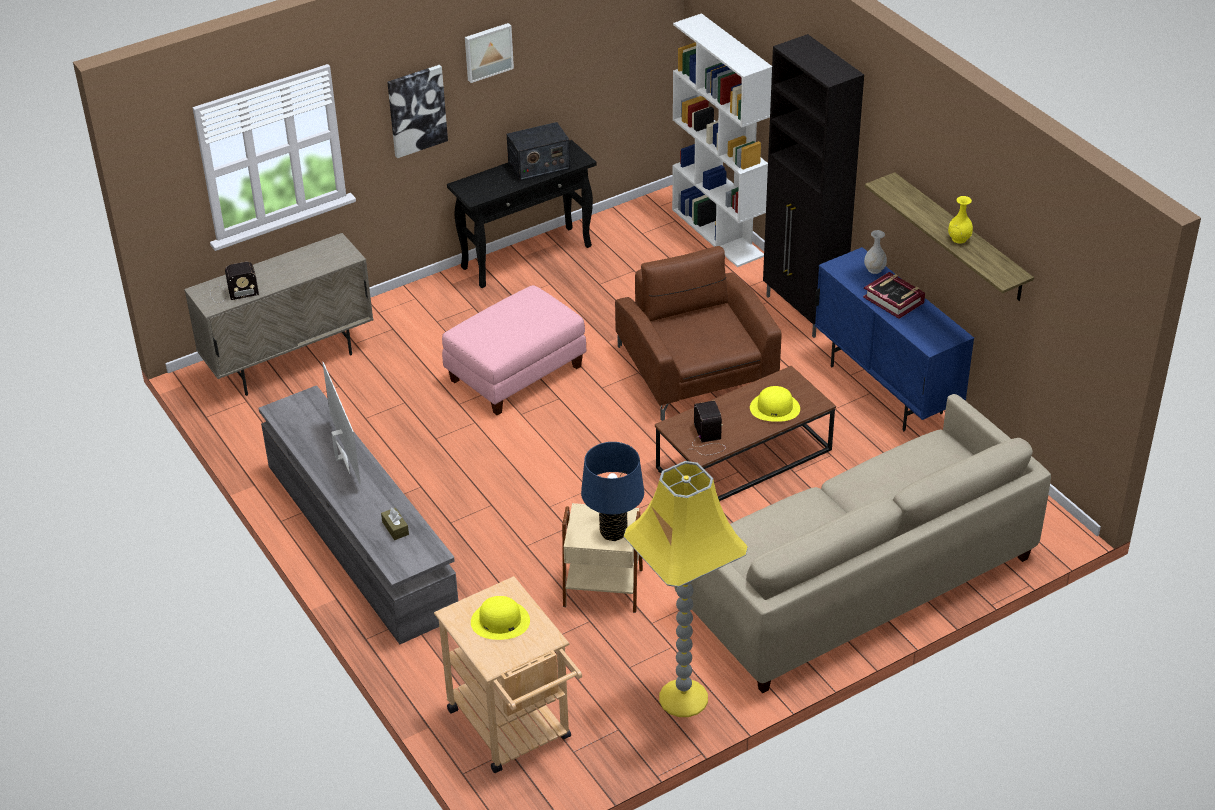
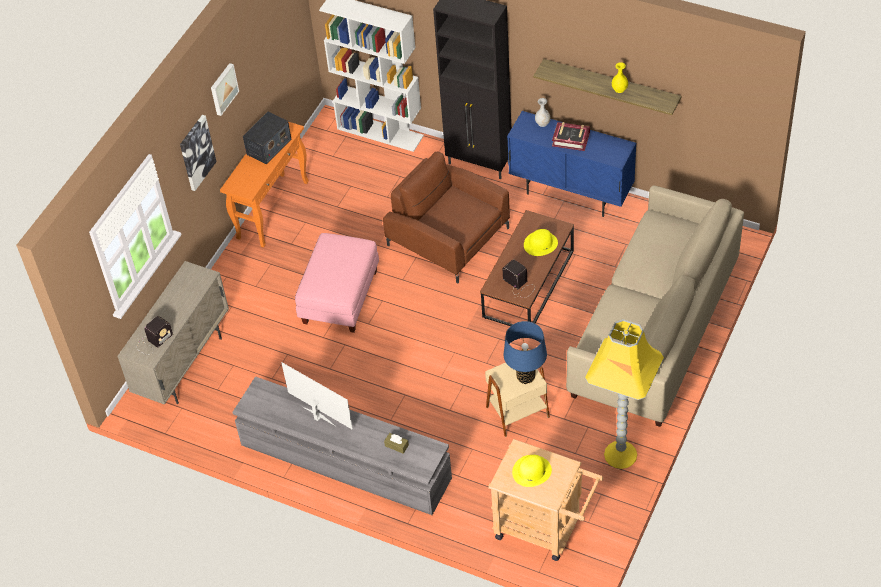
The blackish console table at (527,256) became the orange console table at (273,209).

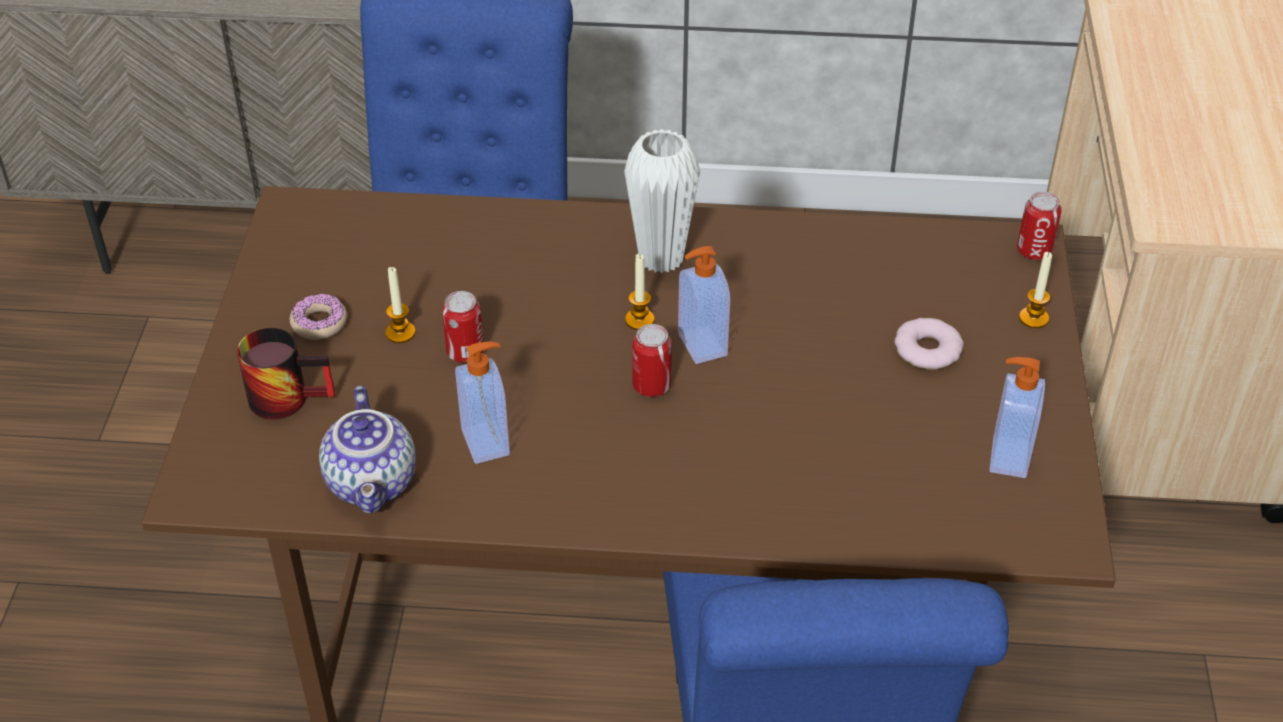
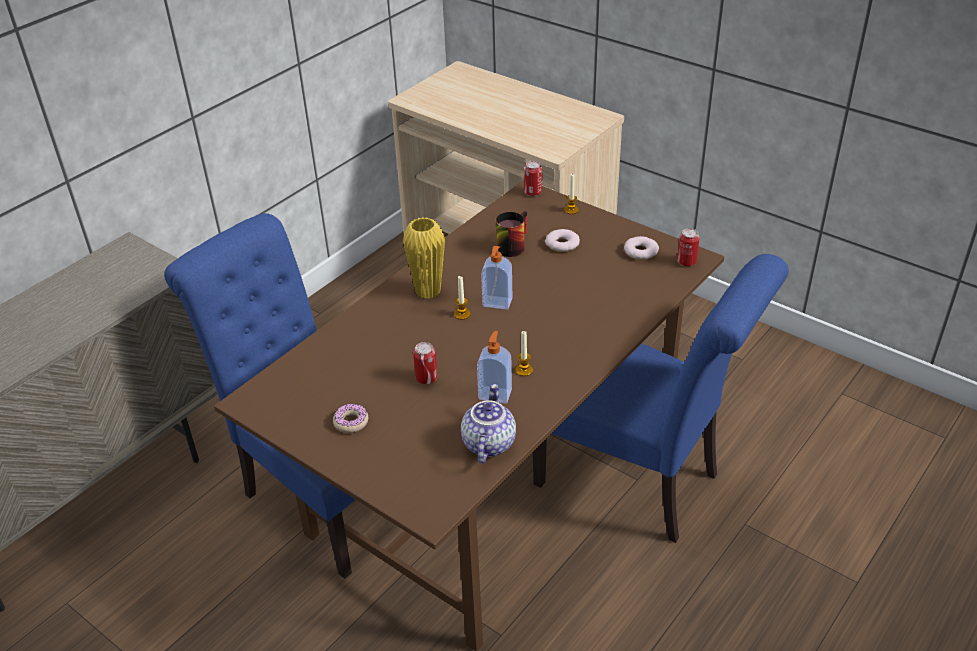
The tea mug moved from (289,394) to (511,245). The wax light moved from (400,333) to (524,370). The sealed can moved from (651,385) to (686,262). The soap dispenser at (1007,457) was replaced by the ring doughnut at (640,251). The white-coloured decorative vase at (661,258) became the yellow-coloured decorative vase at (428,291). The pot for tea at (374,483) turned 105 degrees counterclockwise.

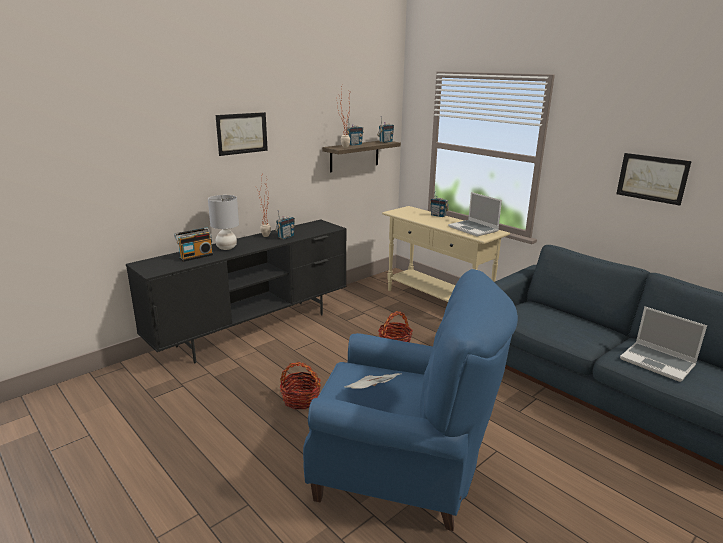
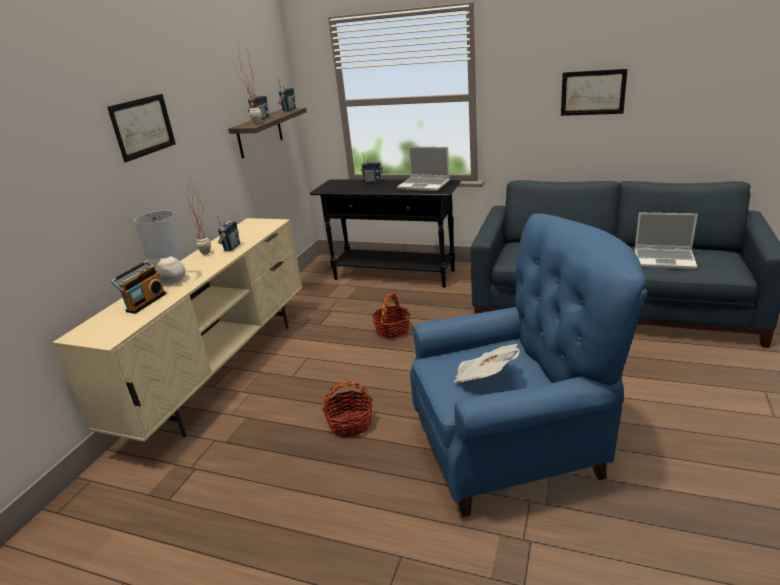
The blackish media console at (254,329) became the sand-coloured media console at (224,371). The sand-coloured console table at (437,302) became the blackish console table at (394,275).

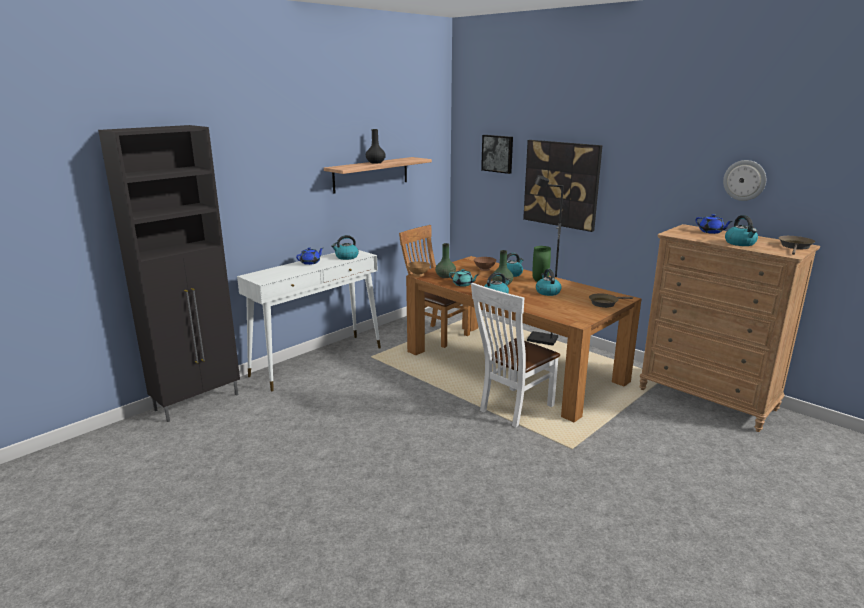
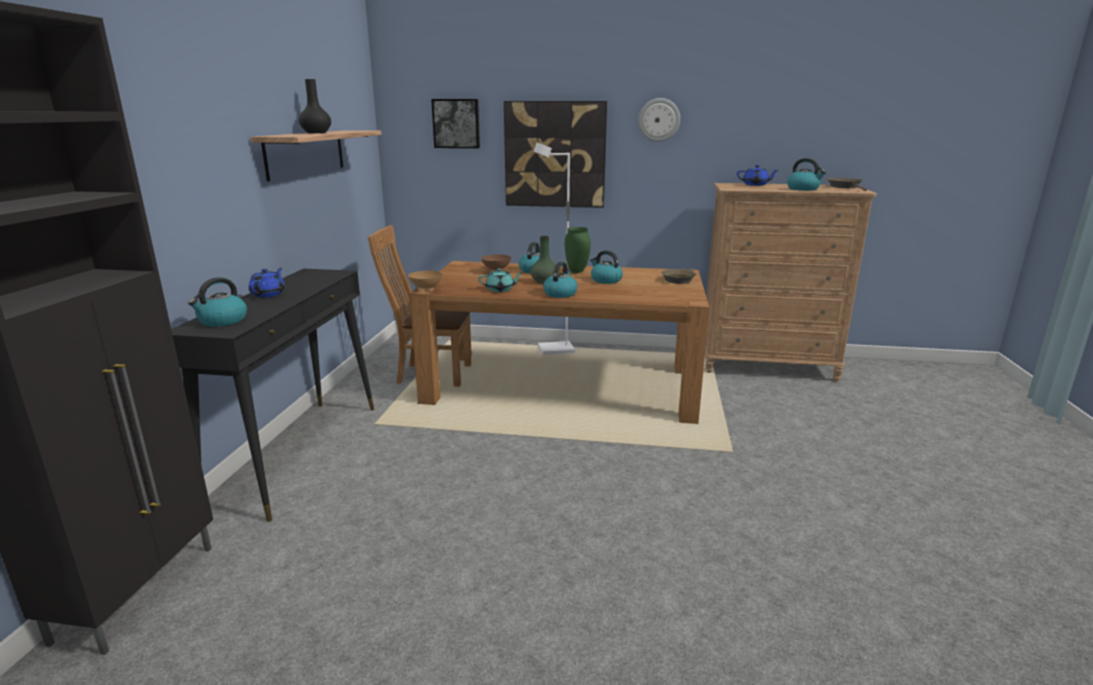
The green-coloured decorative vase at (445,276) disappeared. The white-coloured plain chair at (512,409) disappeared. The kettle moved from (346,257) to (222,321). The hanging clock moved from (744,180) to (659,120). The white-coloured console table at (318,361) became the blackish console table at (299,453). The blackish standard lamp at (541,340) became the white-coloured standard lamp at (555,350).

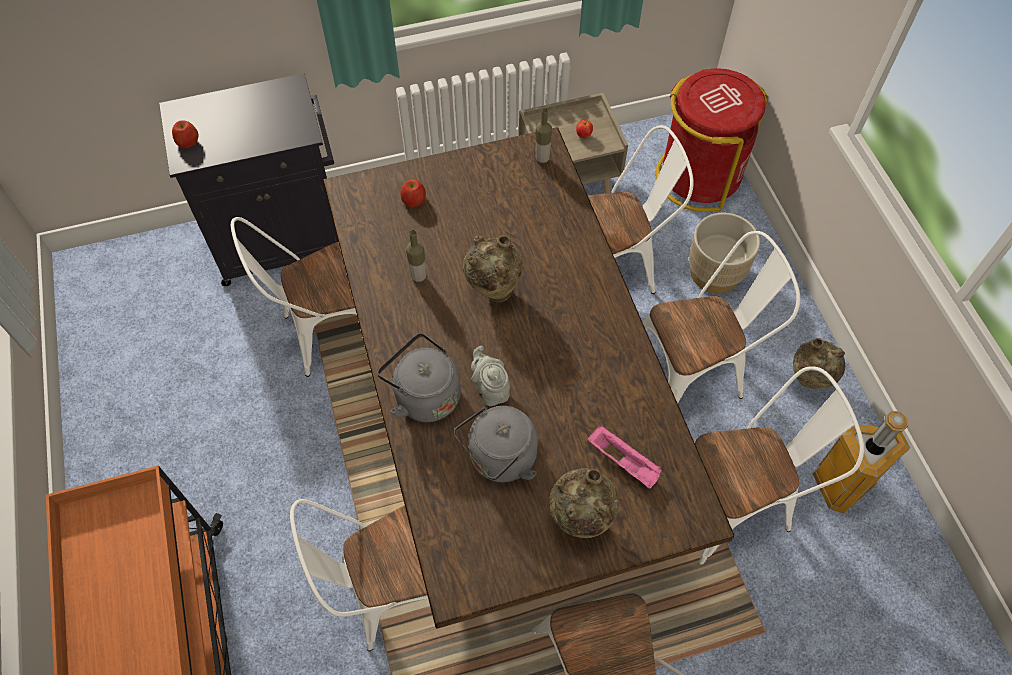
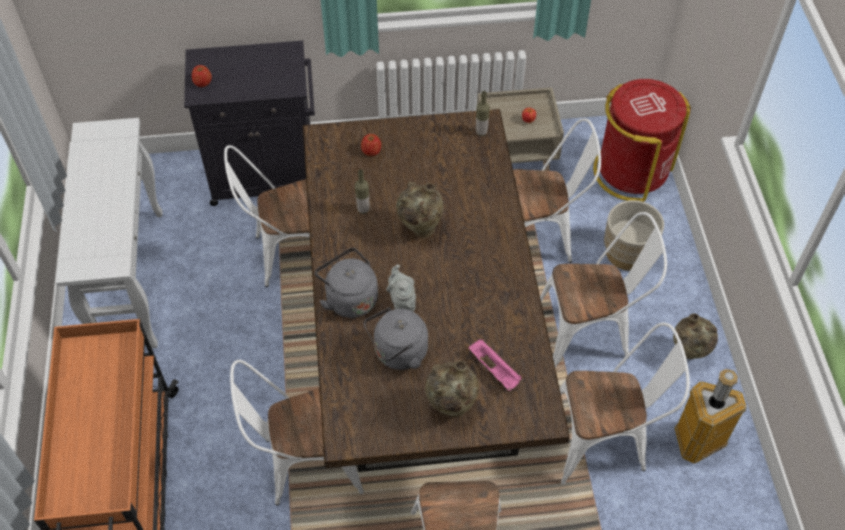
The white-coloured console table at (132,278) appeared.

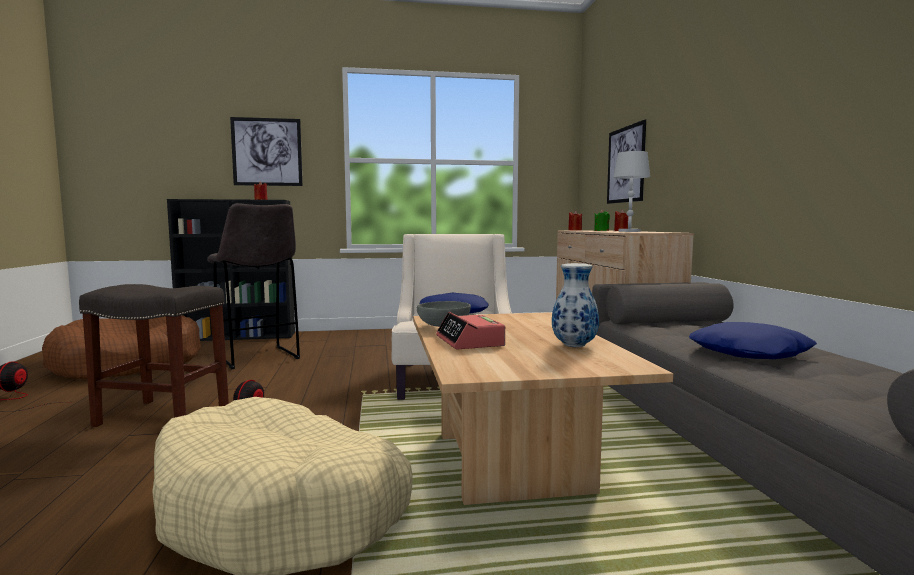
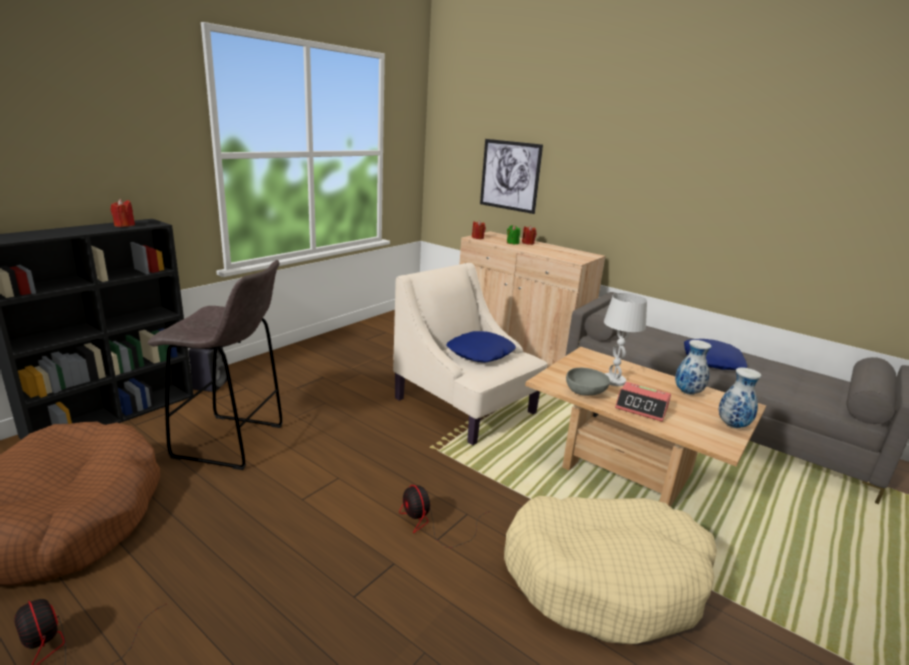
The greyish stool seat at (165,416) disappeared. The wall picture at (267,152) disappeared. The blackish audio speaker at (210,385) appeared. The decorative vase at (732,425) appeared. The white-coloured table lamp moved from (629,231) to (613,380).

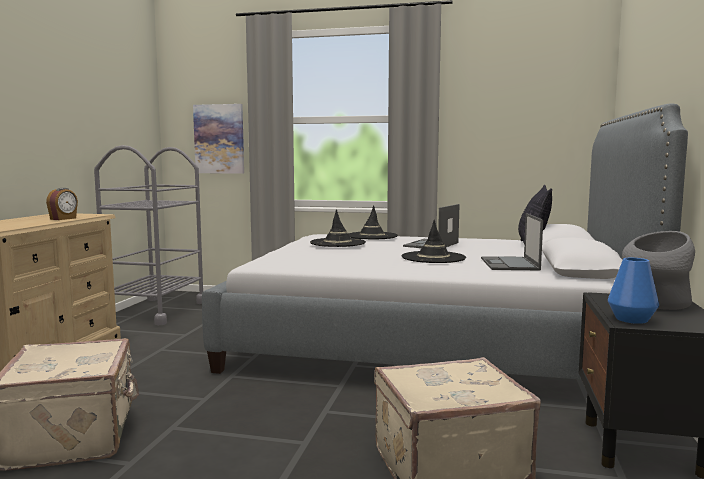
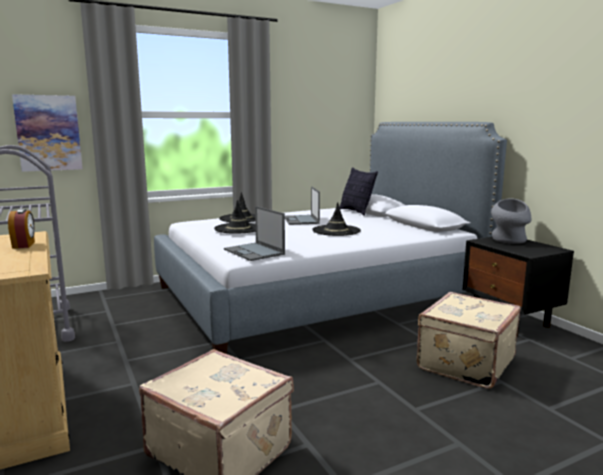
The blue-coloured decorative vase at (632,319) disappeared. The laptop moved from (510,264) to (254,252).

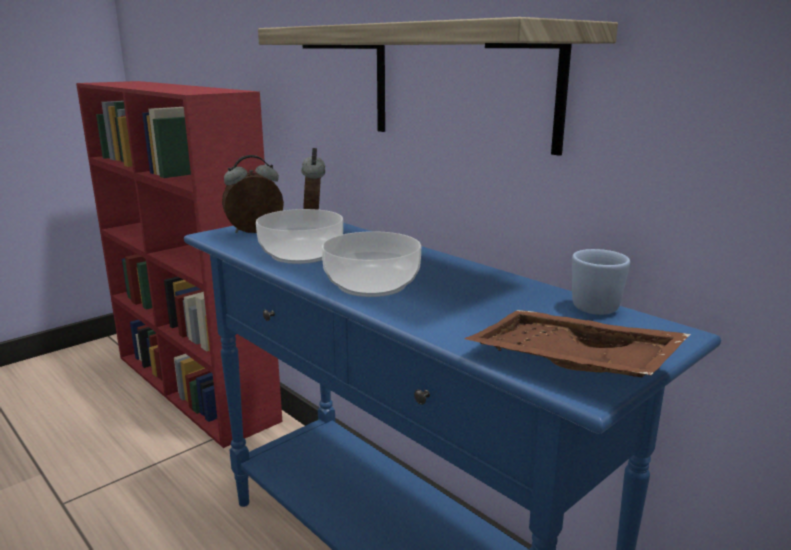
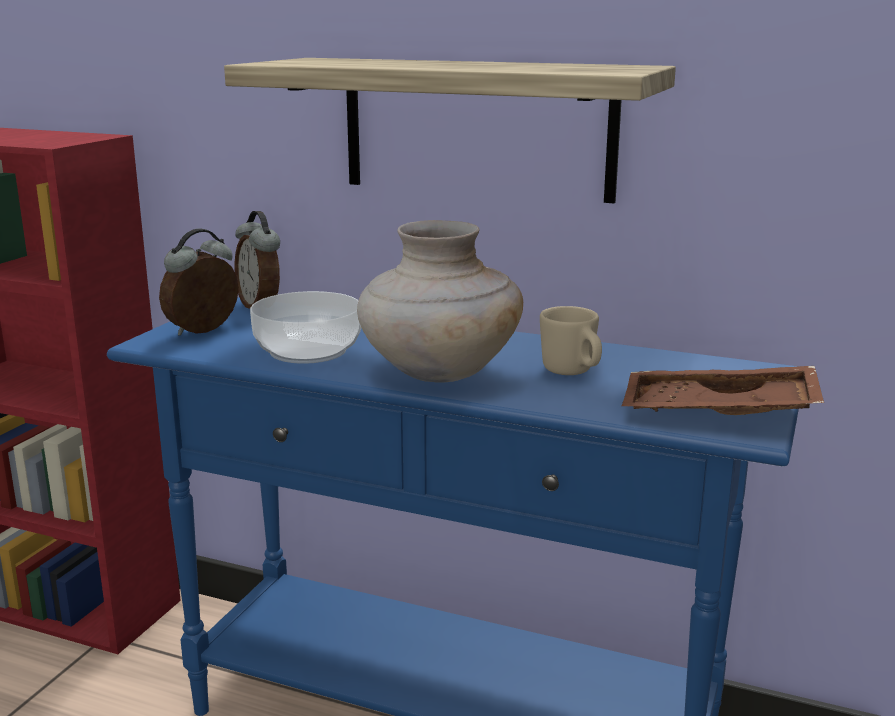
The blue-coloured tea mug at (598,305) disappeared. The sand-coloured tea mug at (573,373) appeared. The deep dish at (370,284) was replaced by the sand-coloured decorative vase at (438,372).

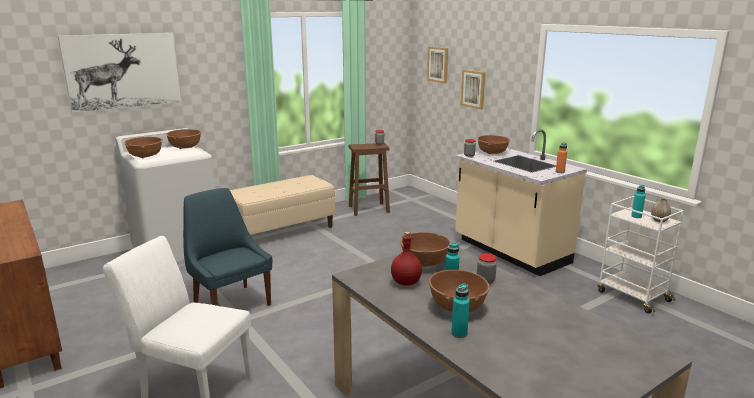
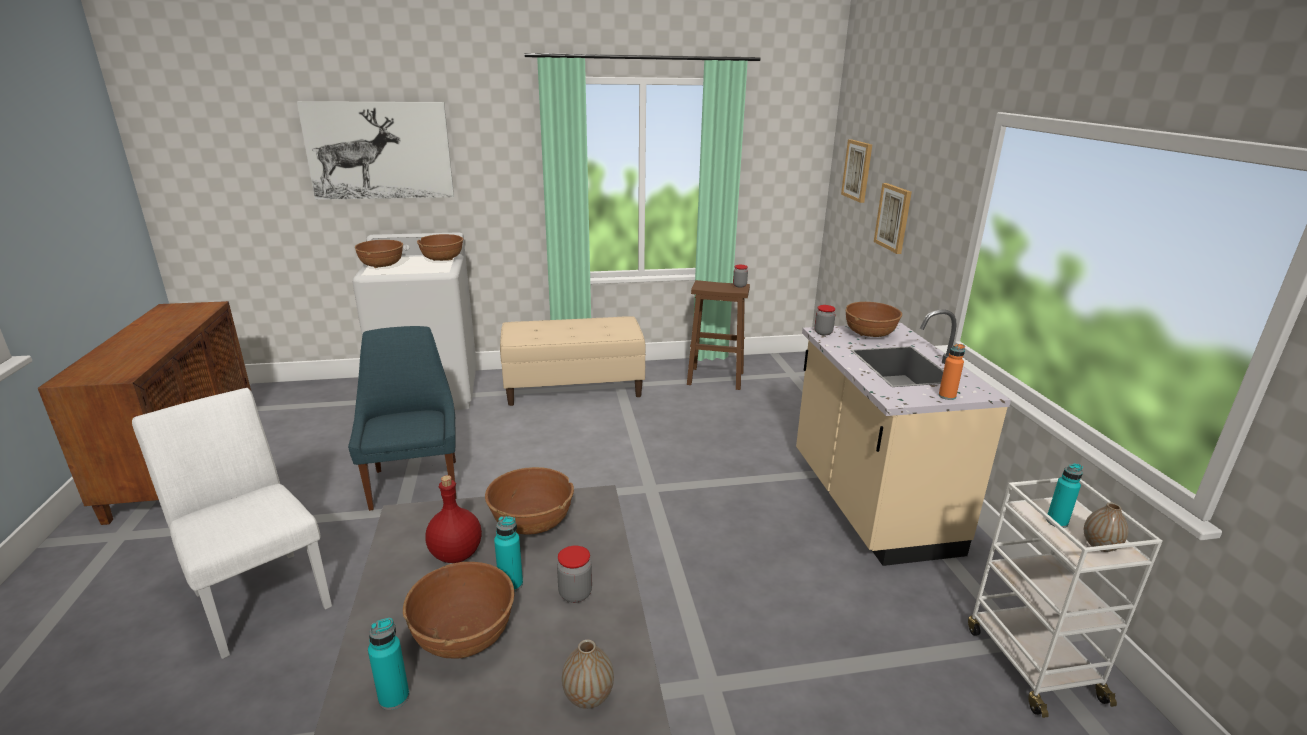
The decorative vase at (588,696) appeared.

